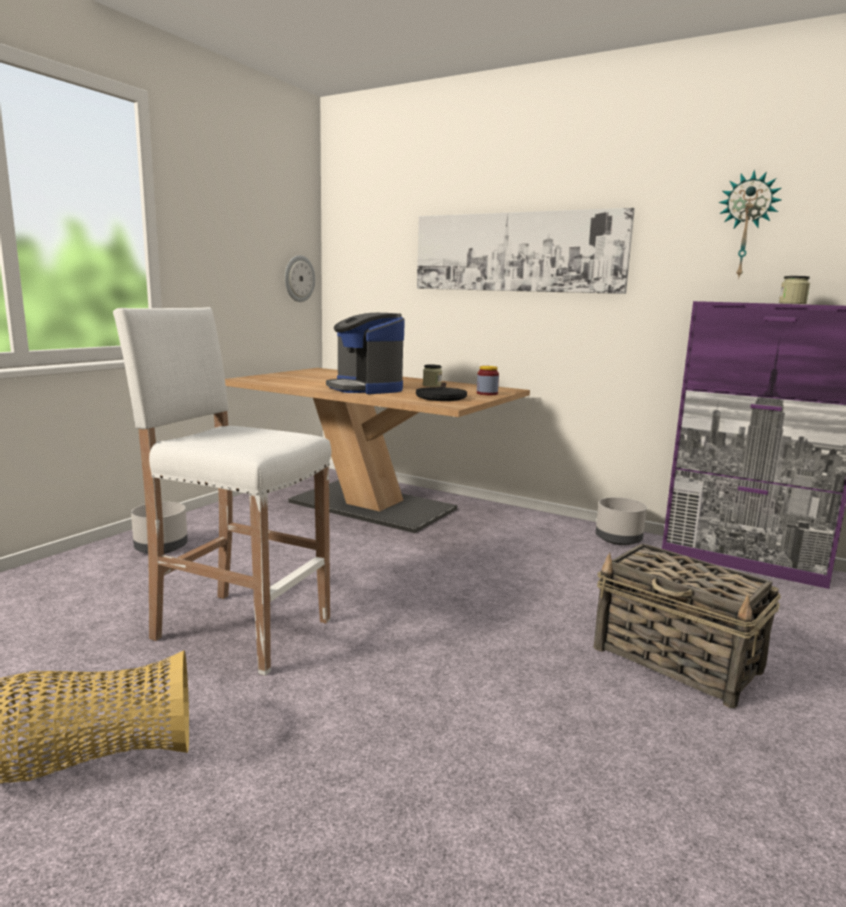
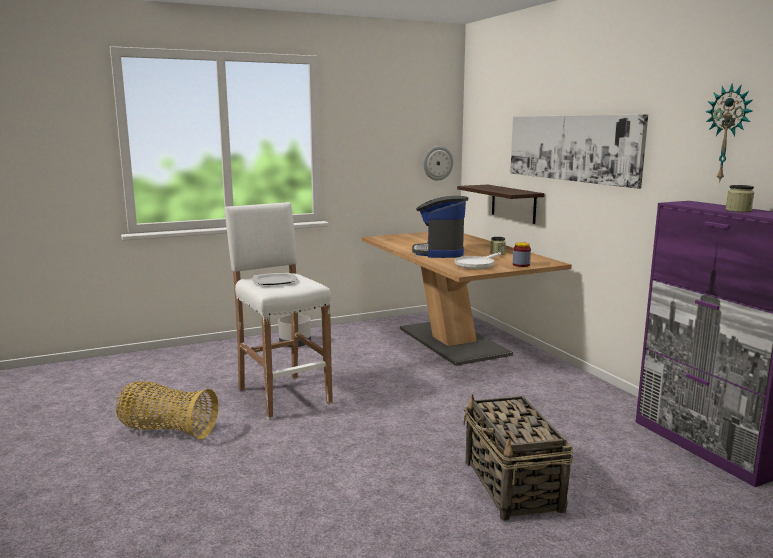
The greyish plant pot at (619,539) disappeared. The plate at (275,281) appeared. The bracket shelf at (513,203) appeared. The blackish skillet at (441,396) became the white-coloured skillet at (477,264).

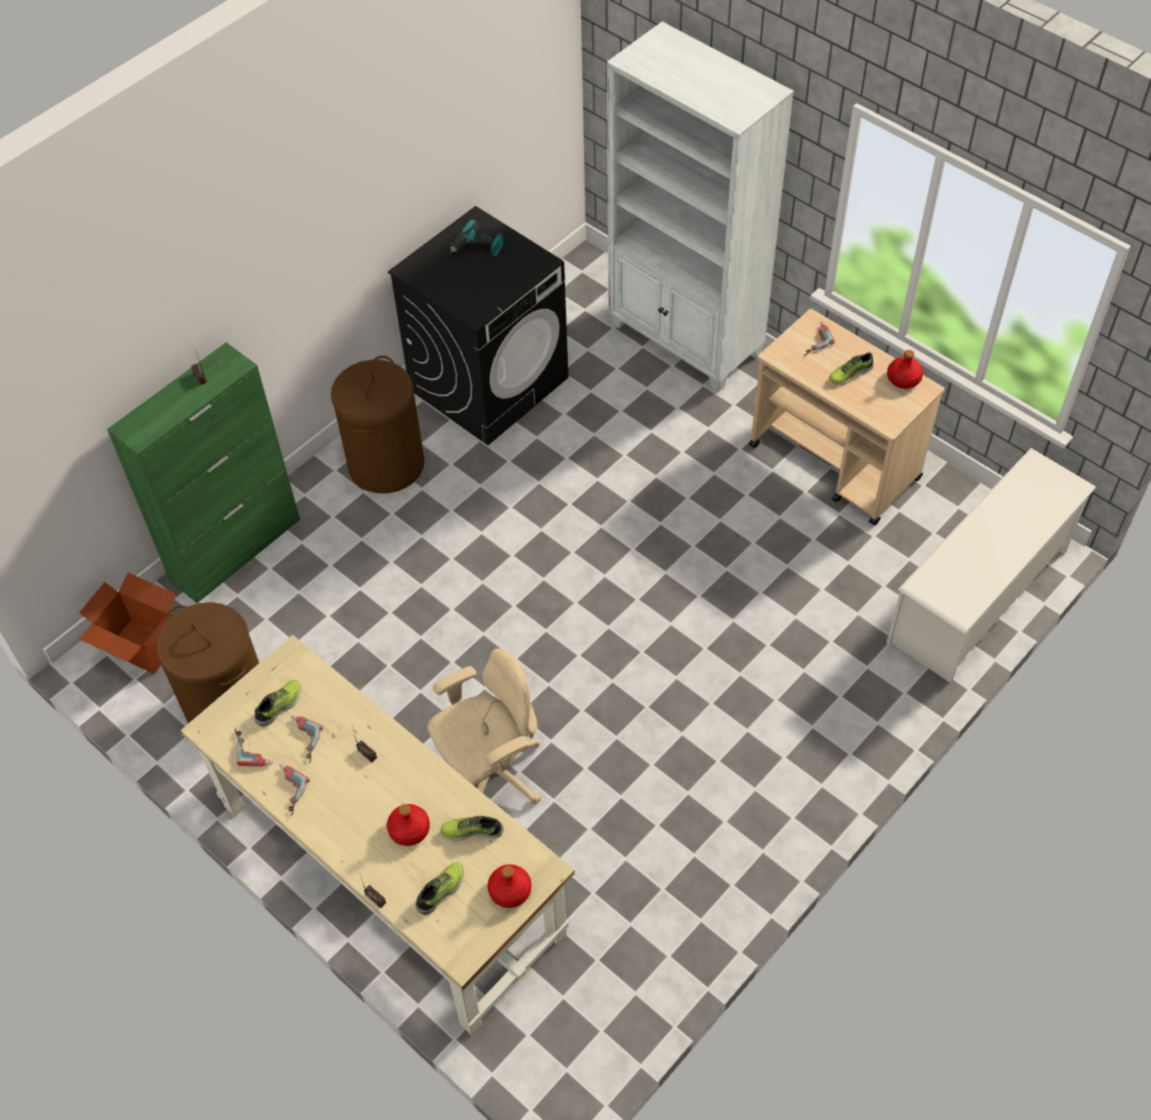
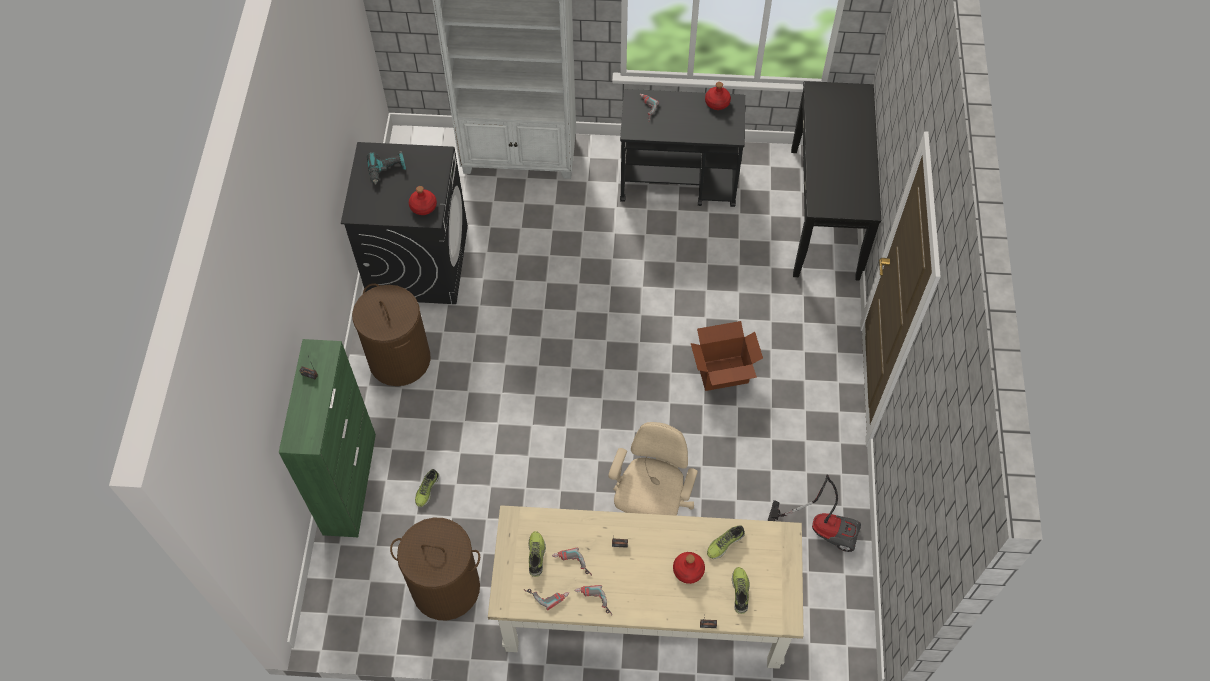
The hoover at (821,527) appeared. The carton moved from (142,647) to (723,373). The red bottle moved from (510,890) to (423,206). The shoe moved from (850,373) to (426,489). The white-coloured shoe shelf at (979,595) was replaced by the blackish console table at (825,212). The sand-coloured trolley at (835,463) became the blackish trolley at (679,181).

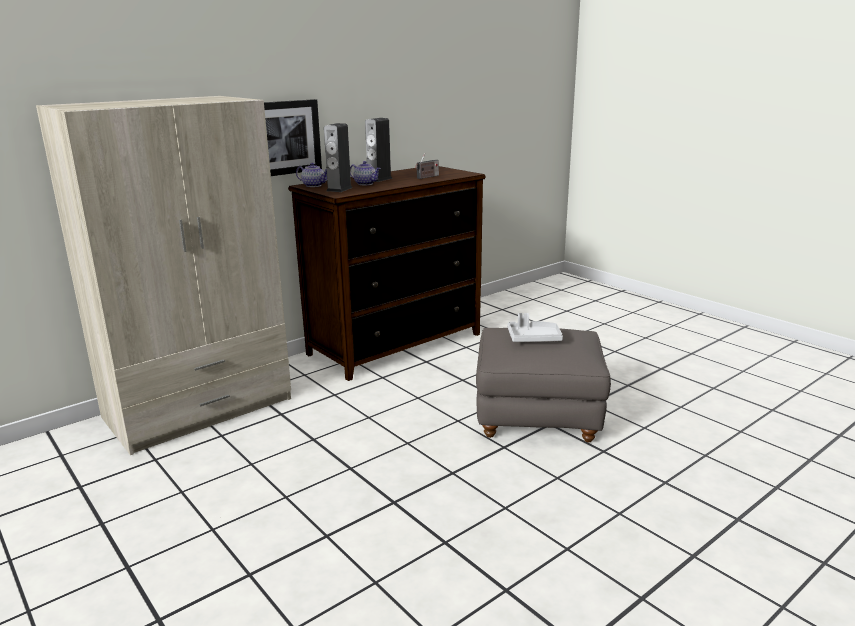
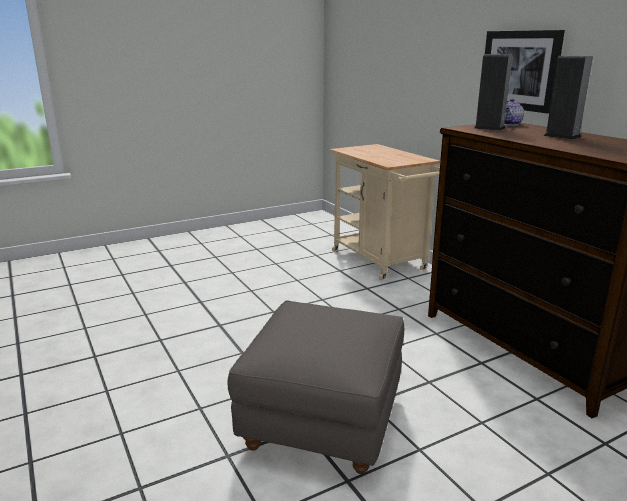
The pot for tea at (366,184) disappeared. The radio set at (427,177) disappeared. The greyish carrying tray at (533,338) disappeared. The sand-coloured wardrobe at (199,408) was replaced by the sand-coloured trolley at (382,262).

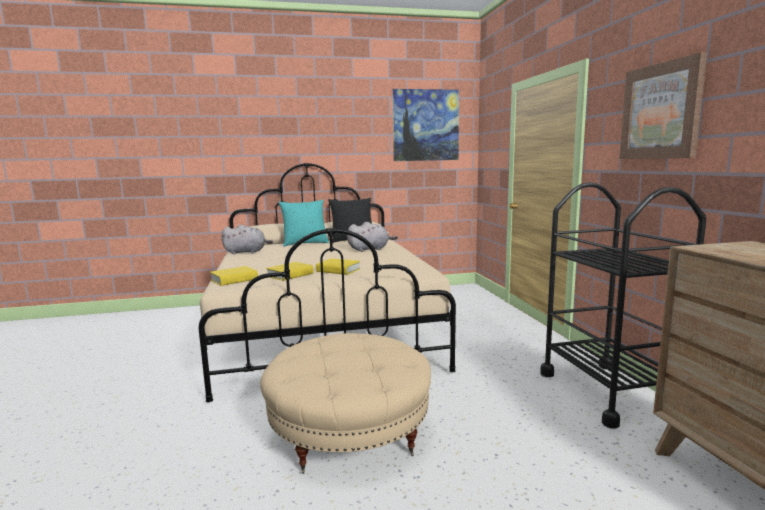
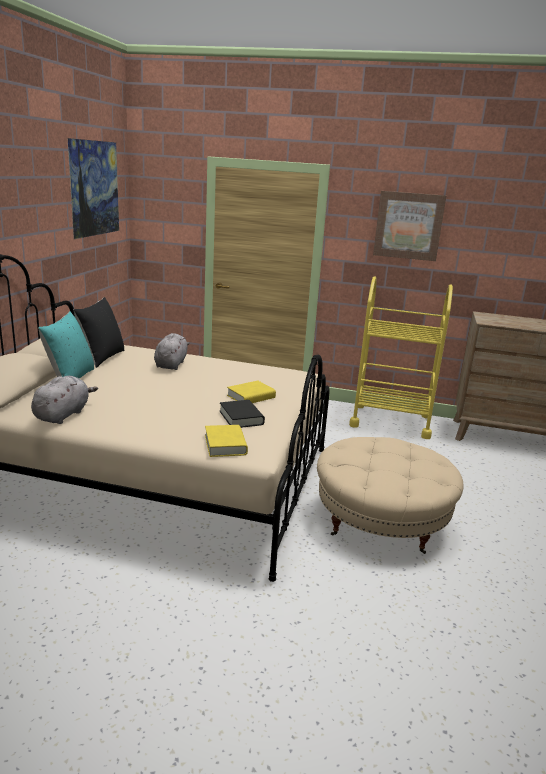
The yellow-coloured volume at (290,275) became the blackish volume at (241,418). The blackish trolley at (608,392) became the yellow-coloured trolley at (390,421).

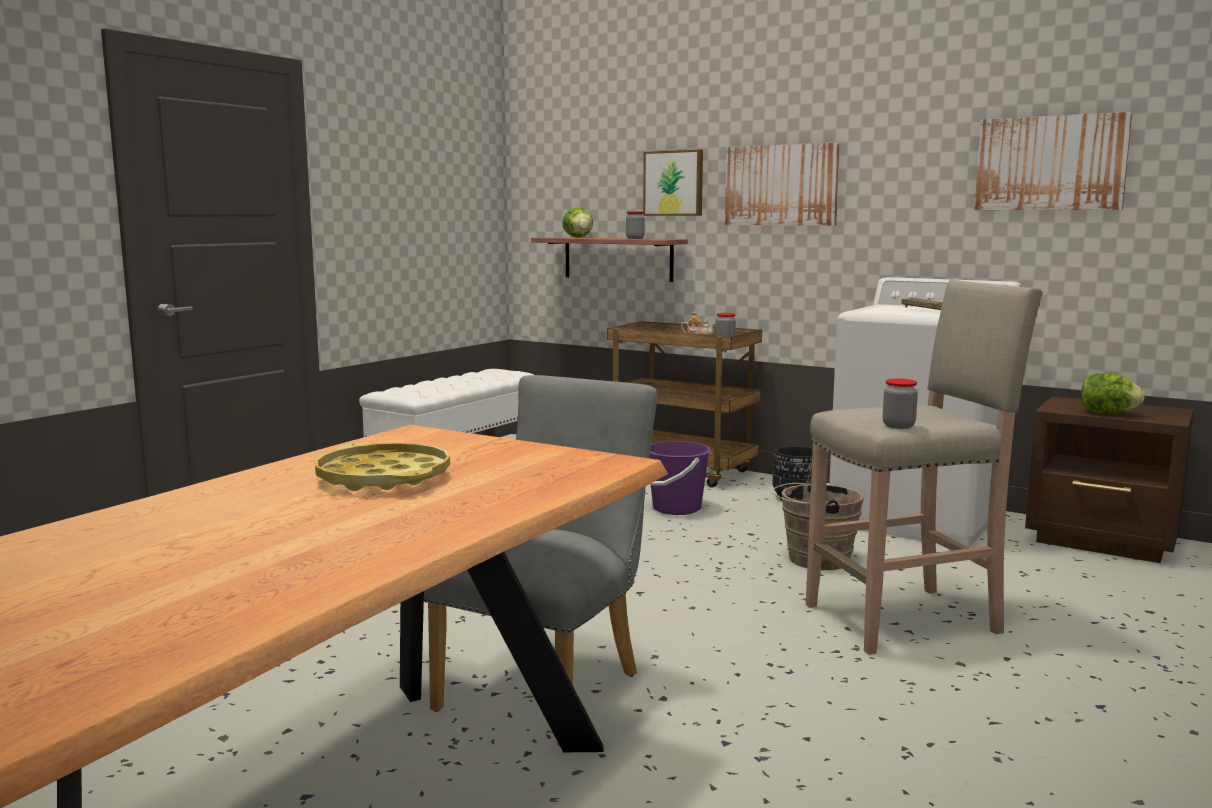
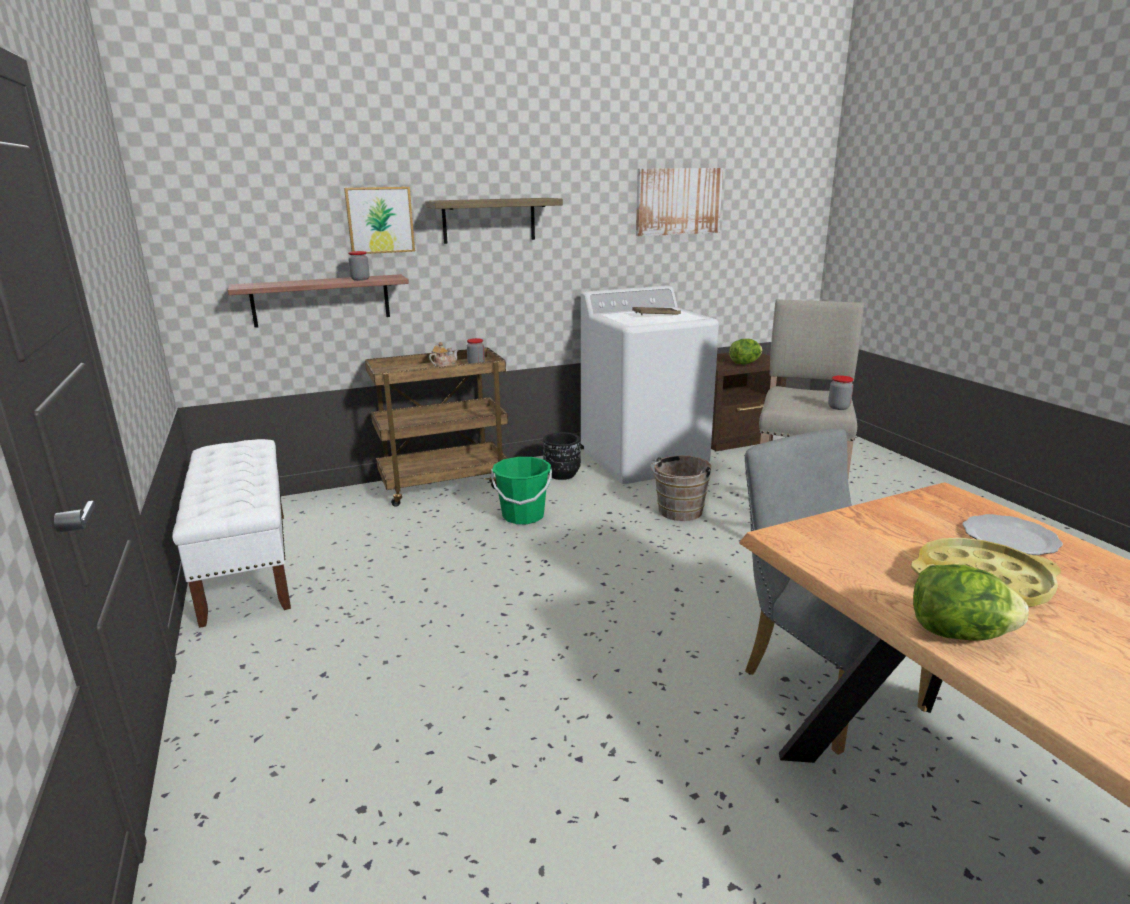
The plate at (1010,539) appeared. The head of lettuce moved from (578,237) to (958,634). The wall picture at (781,185) was replaced by the bracket shelf at (489,220). The purplish bucket at (676,508) became the green-coloured bucket at (523,516).

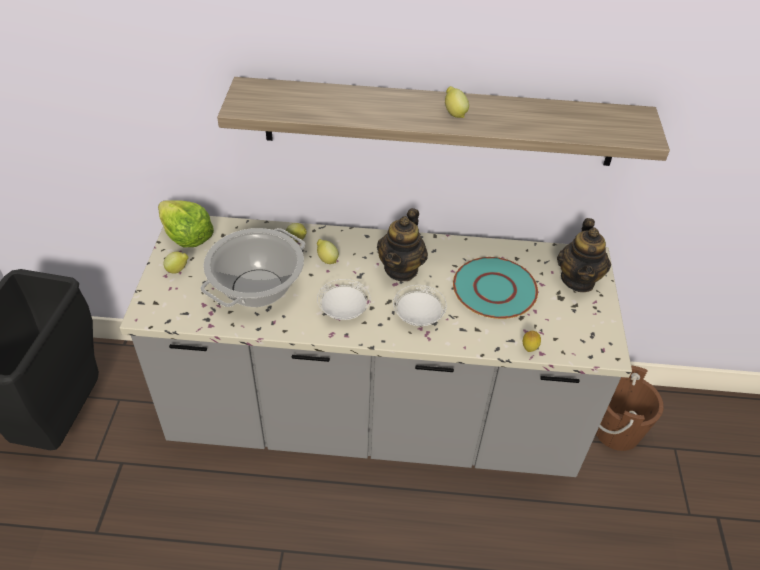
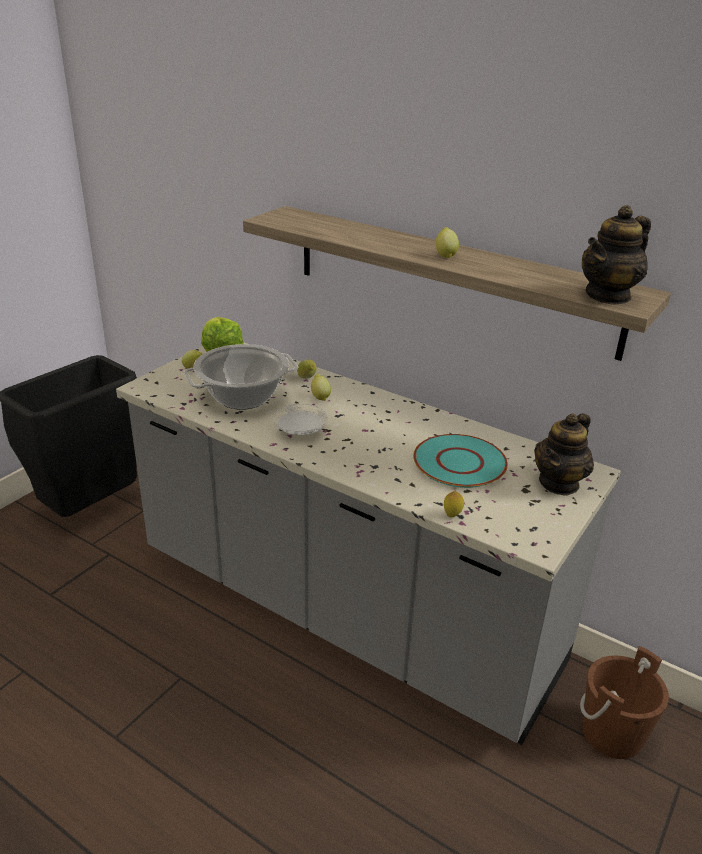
The white-coloured plate at (418,315) disappeared. The pot for tea moved from (401,269) to (608,296).

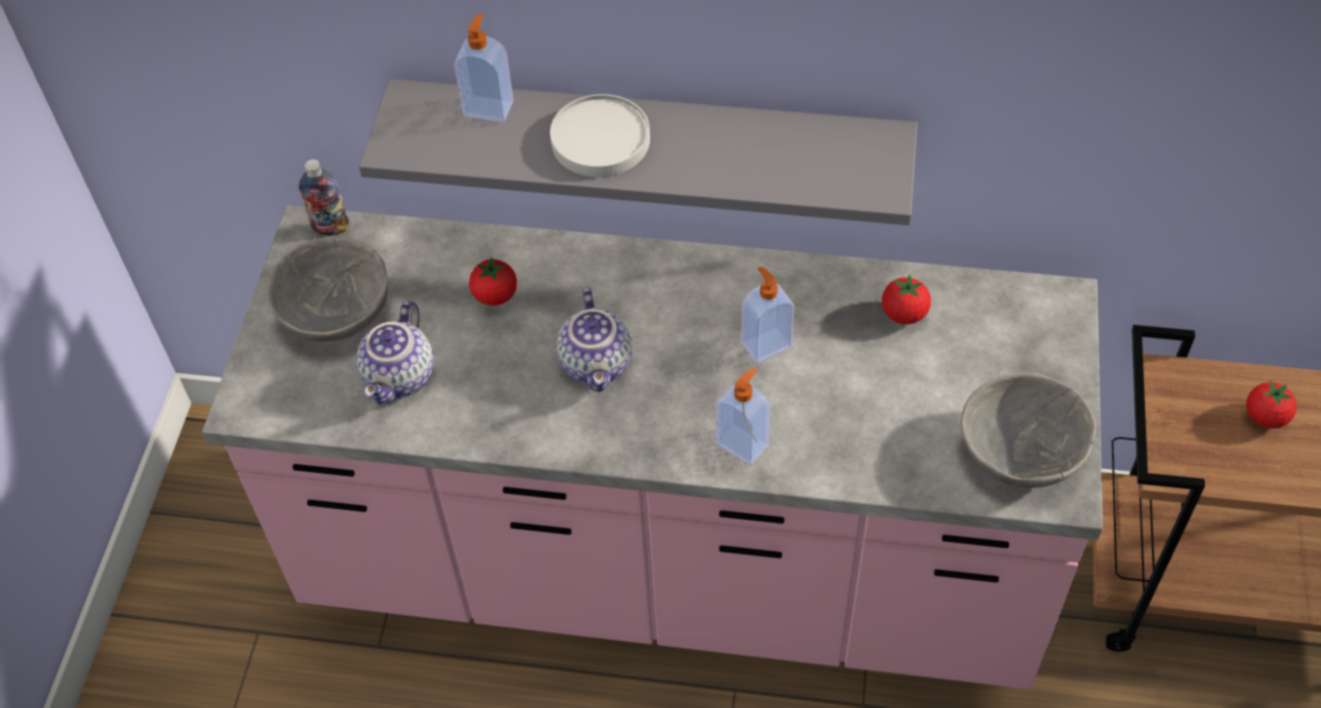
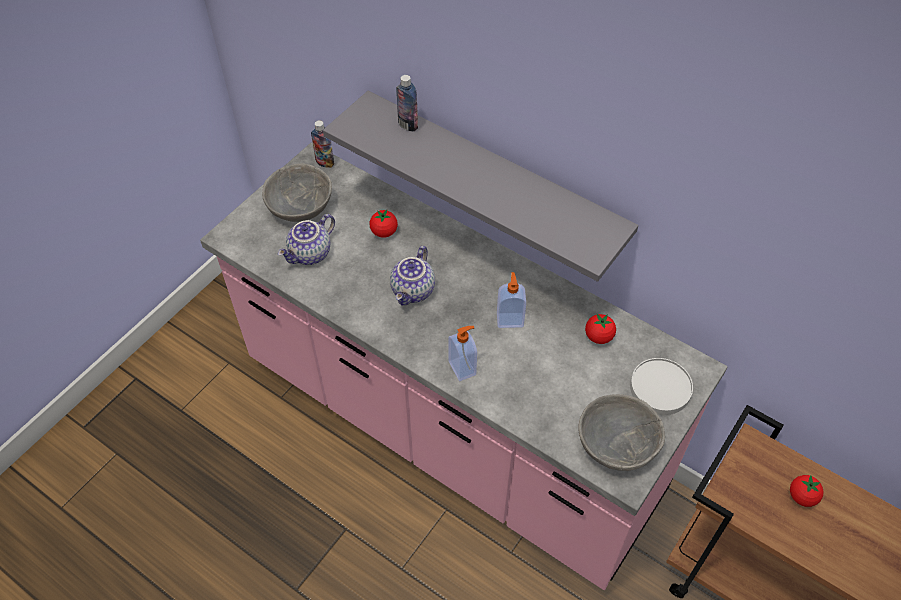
The white-coloured plate moved from (600,141) to (660,388). The soap dispenser at (489,108) was replaced by the bottle at (408,125).

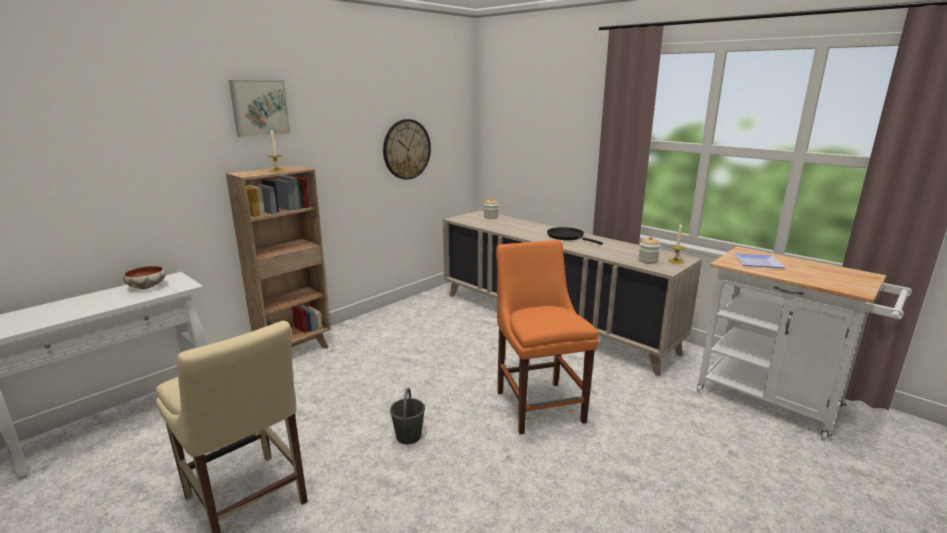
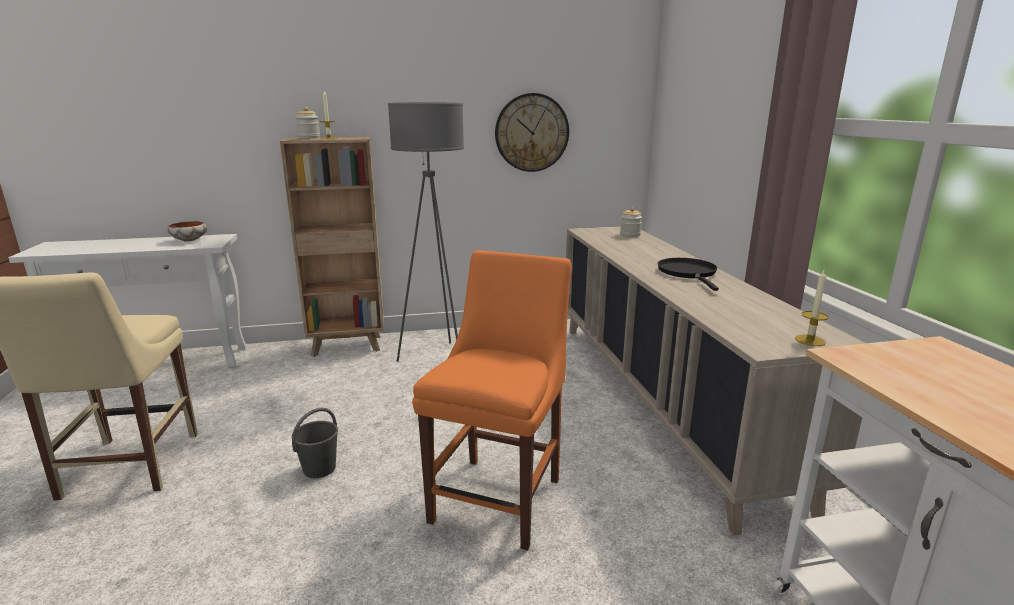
The wall picture at (259,108) disappeared. The plate at (755,262) disappeared. The greyish standard lamp at (437,358) appeared. The jar moved from (648,261) to (309,138).

